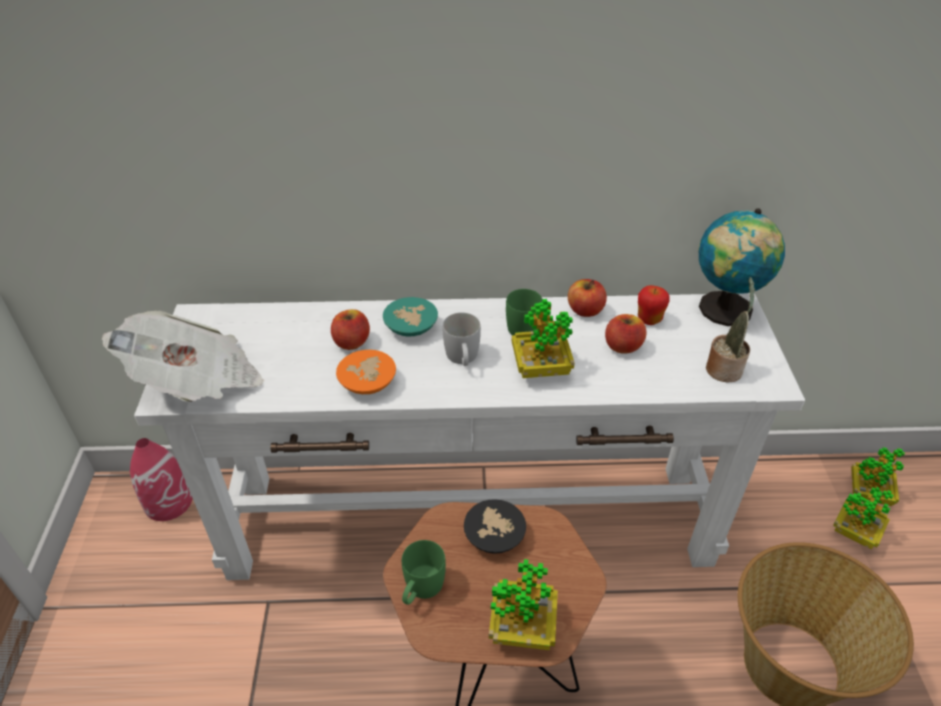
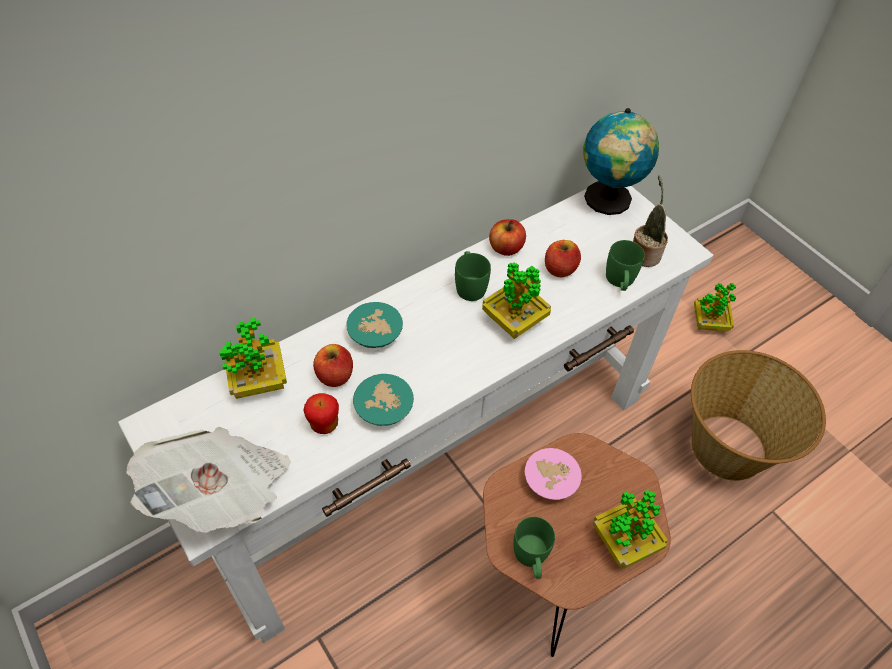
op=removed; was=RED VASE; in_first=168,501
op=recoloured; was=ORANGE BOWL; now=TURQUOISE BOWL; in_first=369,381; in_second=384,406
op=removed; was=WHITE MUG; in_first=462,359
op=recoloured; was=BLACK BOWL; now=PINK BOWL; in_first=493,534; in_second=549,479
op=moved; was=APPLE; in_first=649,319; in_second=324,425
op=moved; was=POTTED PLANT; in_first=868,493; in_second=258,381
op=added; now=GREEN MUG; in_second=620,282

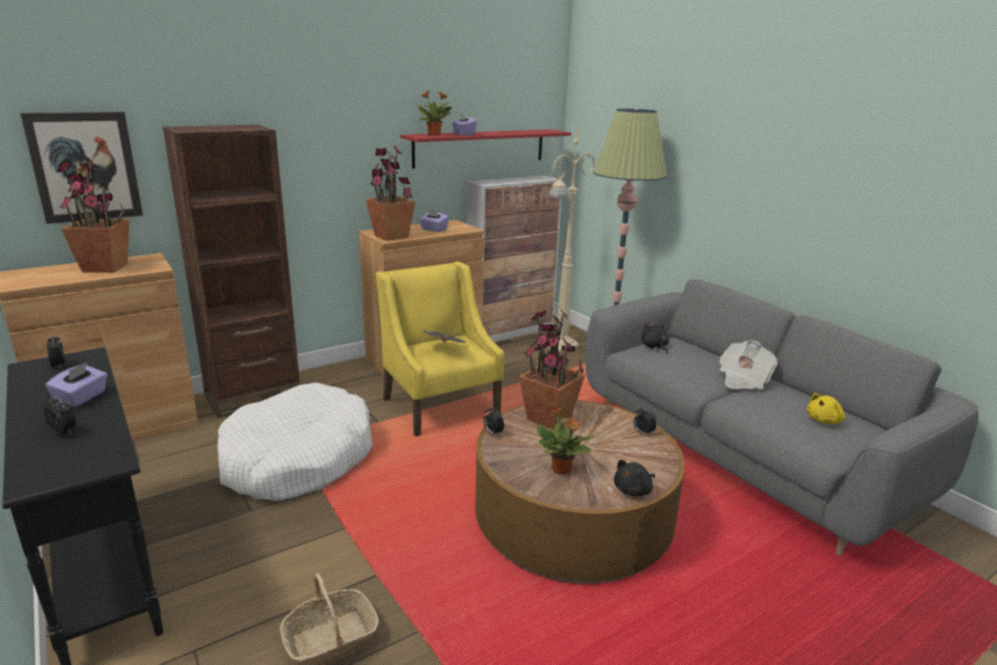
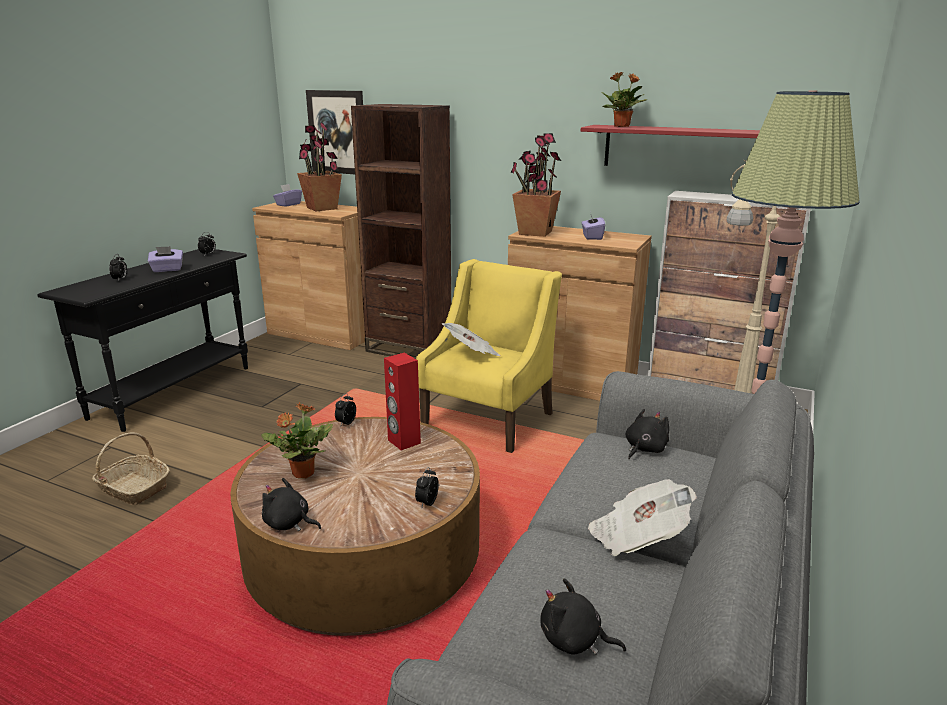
op=removed; was=WHITE DOG BED; in_first=298,459
op=moved; was=PURPLE TISSUE BOX; in_first=463,134; in_second=288,204
op=replaced; was=POTTED PLANT; now=RED SPEAKER; in_first=549,418; in_second=403,442
op=recoloured; was=YELLOW PLUSH TOY; now=BLACK PLUSH TOY; in_first=824,421; in_second=574,640

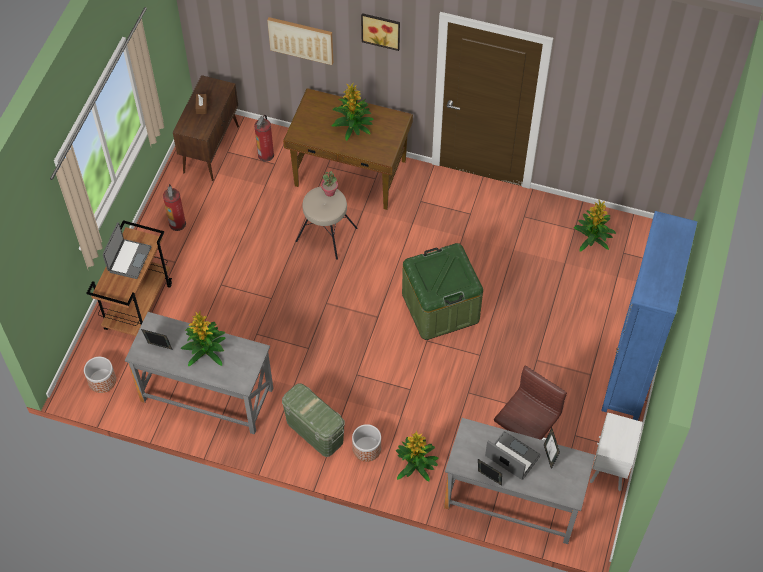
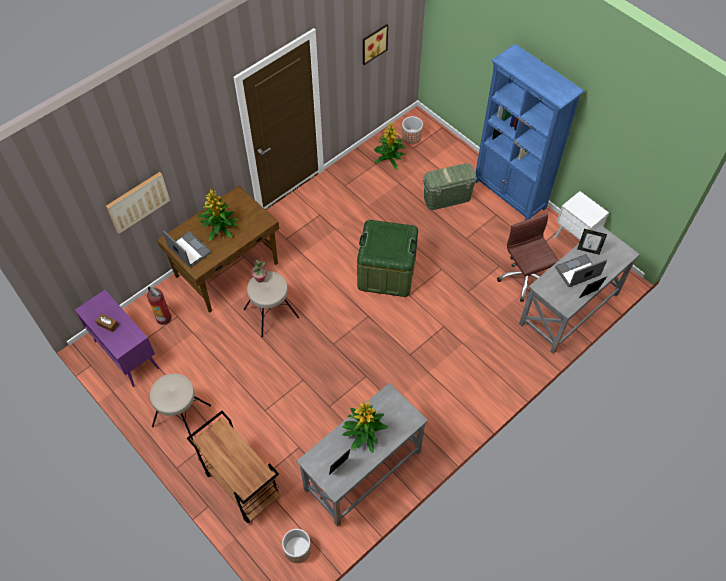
op=moved; was=LAPTOP; in_first=129,259; in_second=189,250
op=replaced; was=FIRE EXTINGUISHER; now=BEIGE STOOL; in_first=177,224; in_second=181,415
op=recoloured; was=BROWN CABINET; now=PURPLE CABINET; in_first=211,149; in_second=126,354
op=moved; was=GREEN STORAGE BOX; in_first=314,431; in_second=447,198
op=moved; was=PLANTER; in_first=367,449; in_second=411,137
op=moved; was=PICTURE; in_first=381,30; in_second=373,43
op=removed; was=POTTED PLANT; in_first=415,464

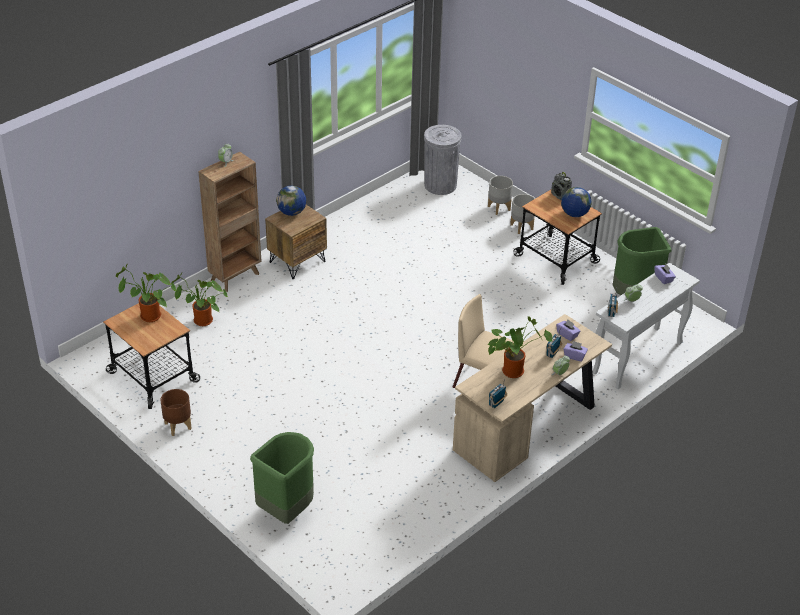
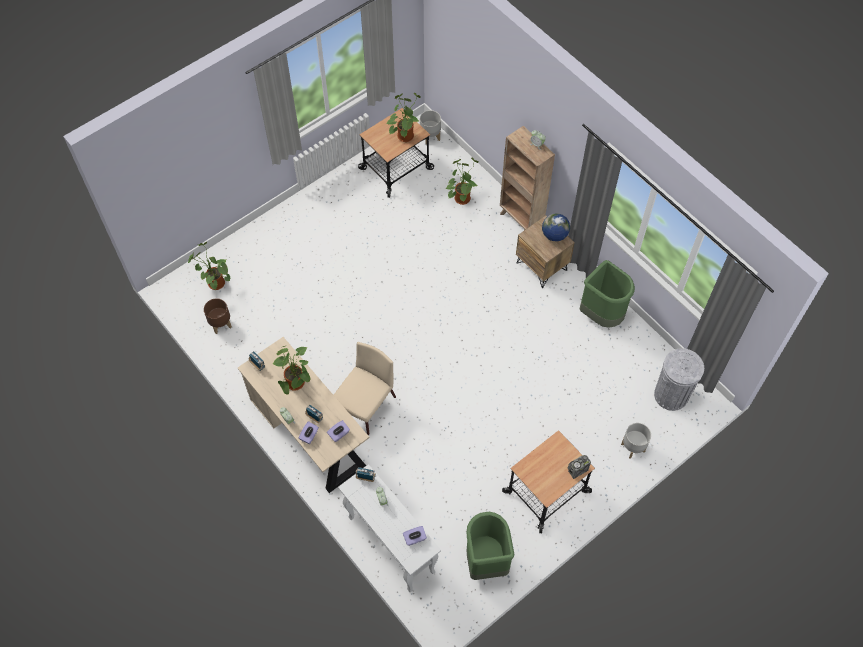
op=moved; was=BROWN PLANTER; in_first=177,426; in_second=220,324
op=moved; was=GREEN TRASH CAN; in_first=286,510; in_second=601,315
op=moved; was=GREY PLANTER; in_first=522,227; in_second=430,137
op=removed; was=GLOBE; in_first=574,214
op=added; now=POTTED PLANT; in_second=214,283

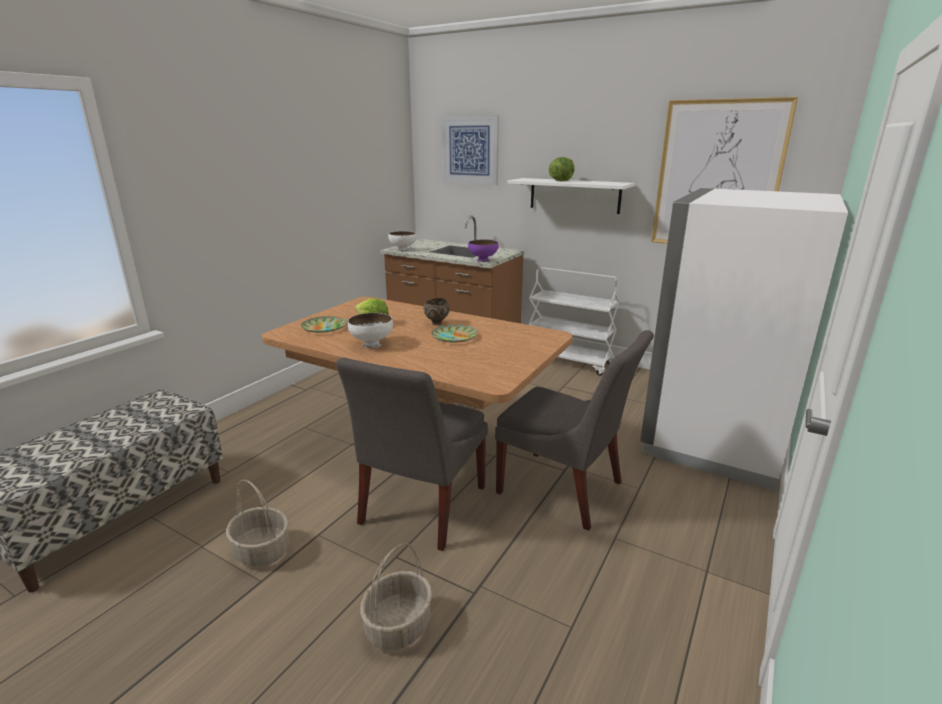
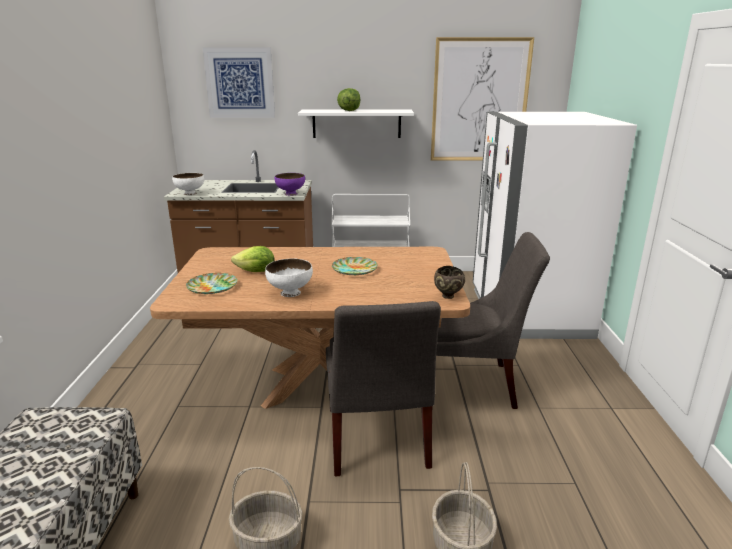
op=moved; was=BROWN BOWL; in_first=436,324; in_second=448,296

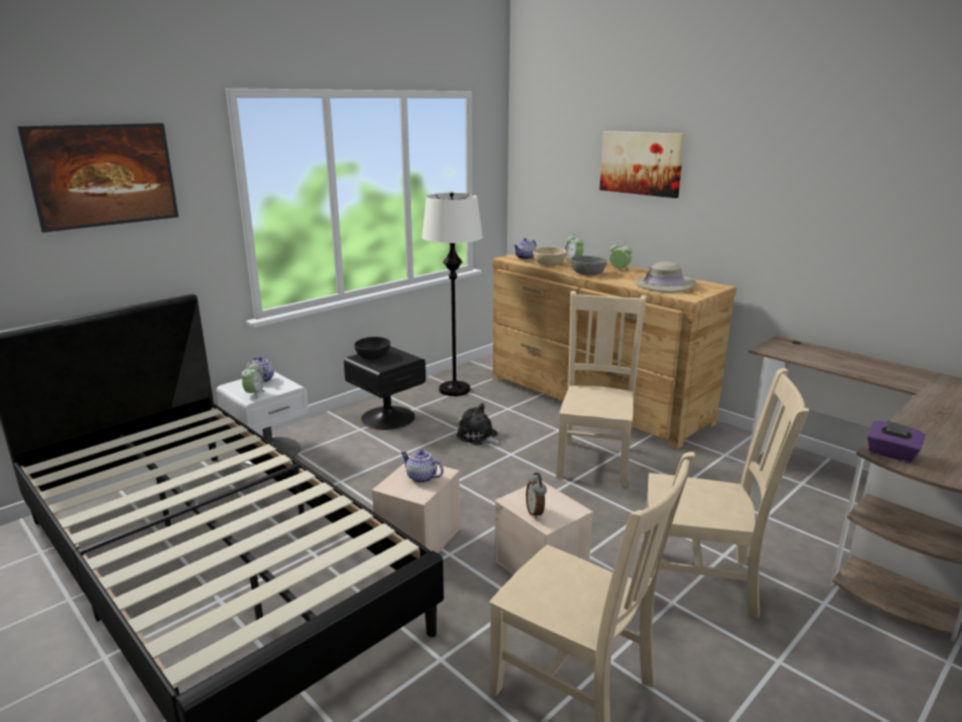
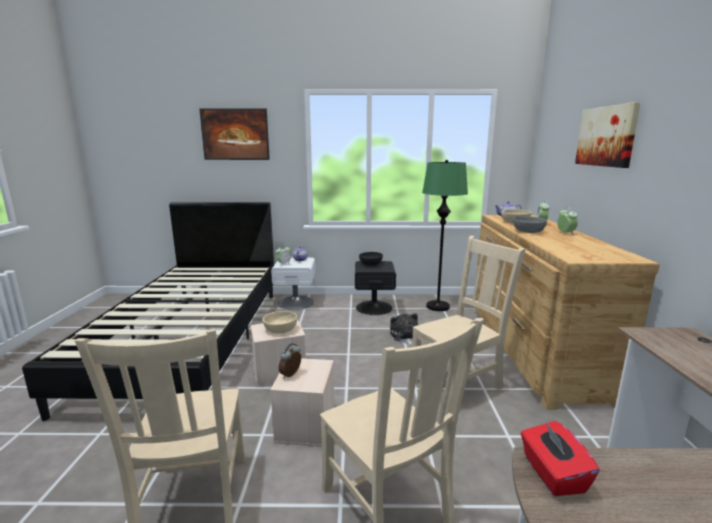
op=replaced; was=TEAPOT; now=BEIGE BOWL; in_first=421,478; in_second=280,329
op=recoloured; was=WHITE FLOOR LAMP; now=GREEN FLOOR LAMP; in_first=455,389; in_second=438,306
op=removed; was=BEIGE HAT; in_first=665,285
op=recoloured; was=PURPLE TISSUE BOX; now=RED TISSUE BOX; in_first=891,454; in_second=552,474

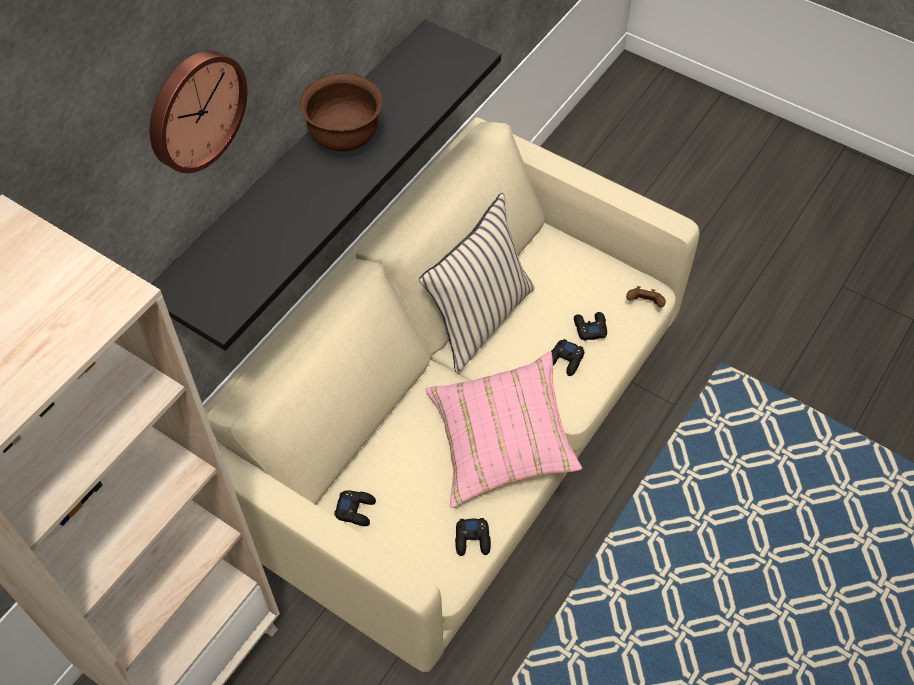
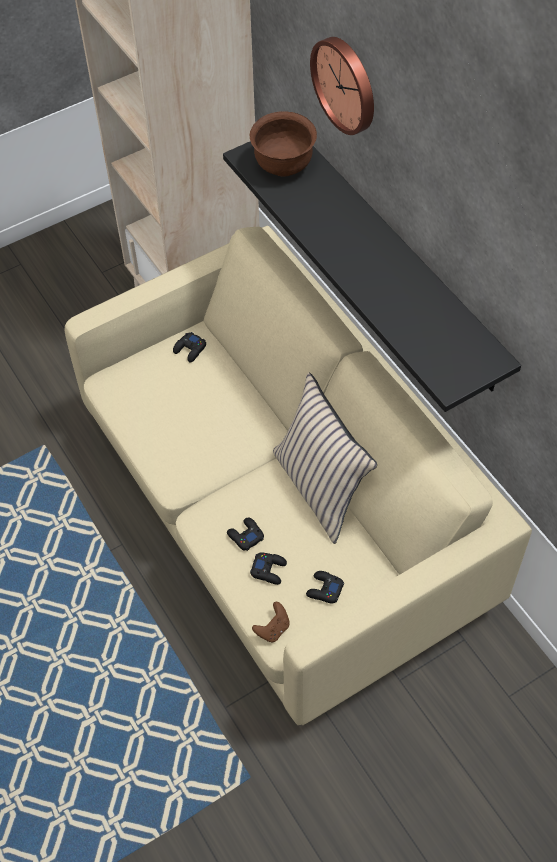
op=moved; was=BROWN BOWL; in_first=345,138; in_second=283,166
op=removed; was=PINK PILLOW; in_first=501,441
op=moved; was=BLACK GAME CONTROLLER; in_first=473,539; in_second=324,589

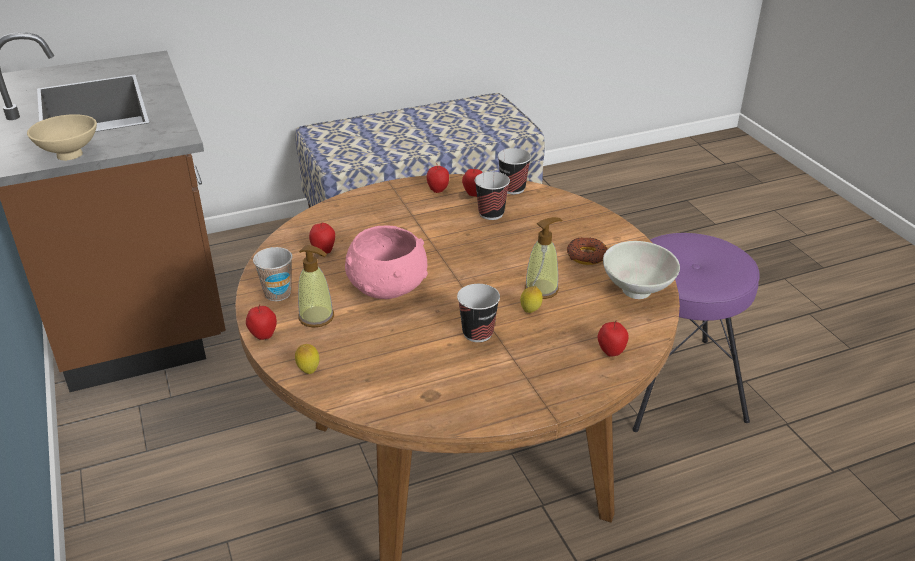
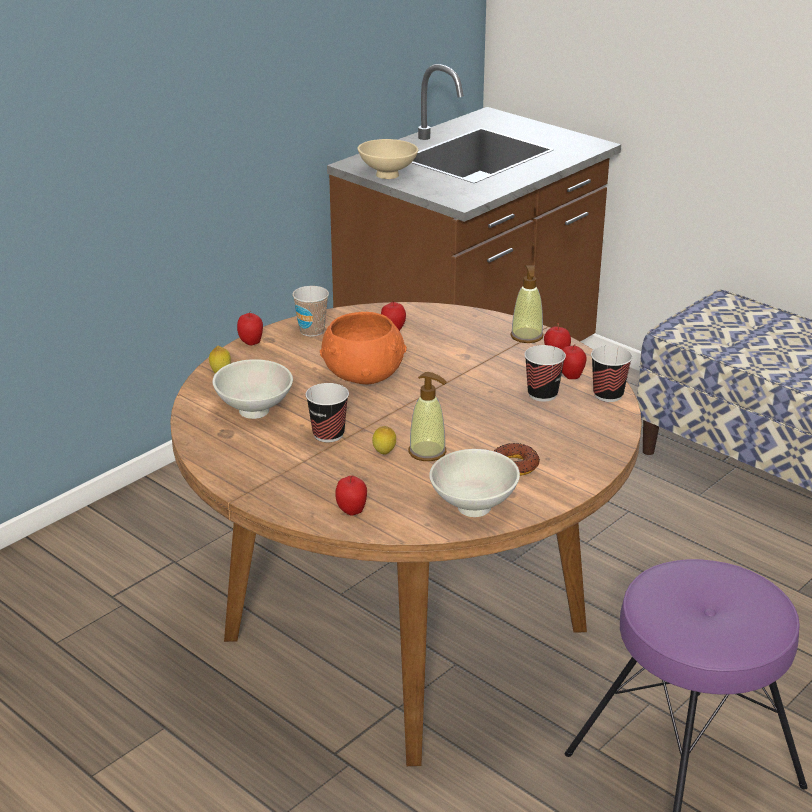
op=moved; was=SOAP DISPENSER; in_first=316,317; in_second=526,336
op=recoloured; was=PINK BOWL; now=ORANGE BOWL; in_first=386,286; in_second=363,374
op=added; now=WHITE BOWL; in_second=256,411

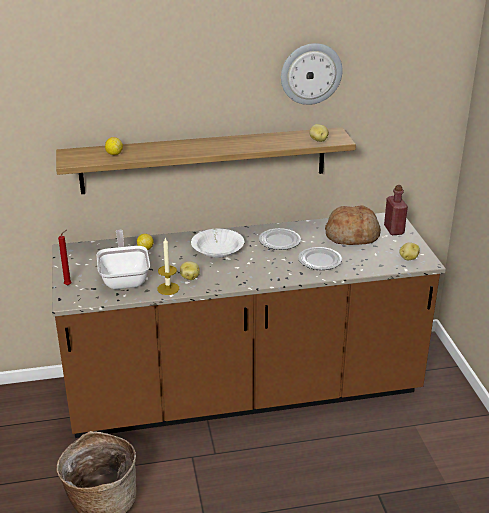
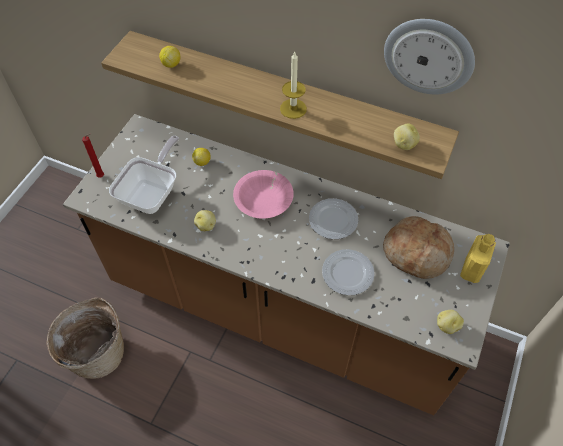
op=moved; was=CANDLE; in_first=168,288; in_second=293,108
op=recoloured; was=WHITE BOWL; now=PINK BOWL; in_first=218,250; in_second=263,200
op=recoloured; was=RED BOTTLE; now=YELLOW BOTTLE; in_first=394,230; in_second=471,270

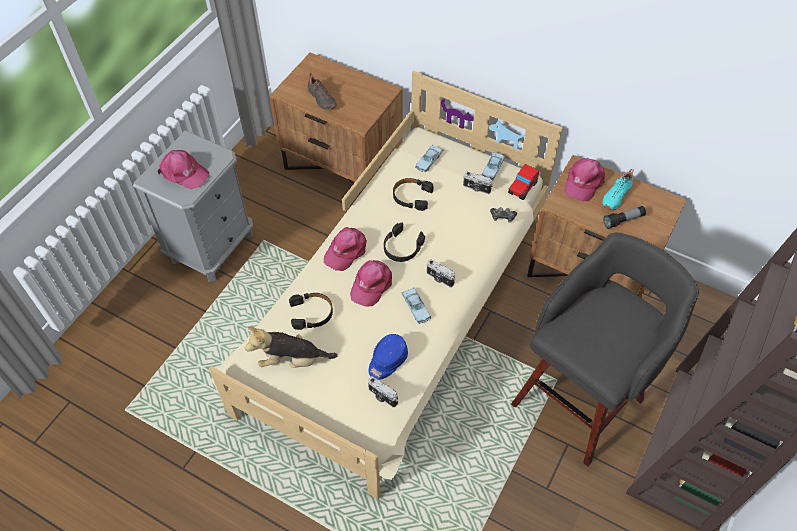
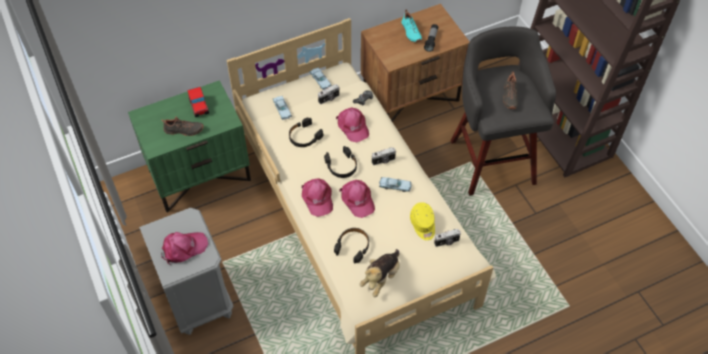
op=recoloured; was=BROWN NIGHTSTAND; now=GREEN NIGHTSTAND; in_first=343,166; in_second=200,174
op=recoloured; was=BLUE CAP; now=YELLOW CAP; in_first=387,361; in_second=423,225
op=moved; was=TOY CAR; in_first=522,188; in_second=199,107
op=moved; was=PINK CAP; in_first=583,182; in_second=352,126
op=added; now=BLACK SHOE; in_second=509,96

